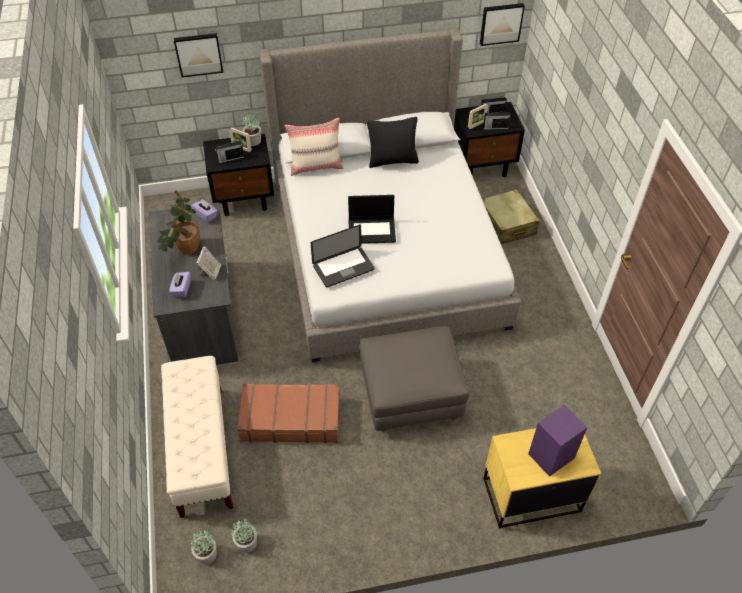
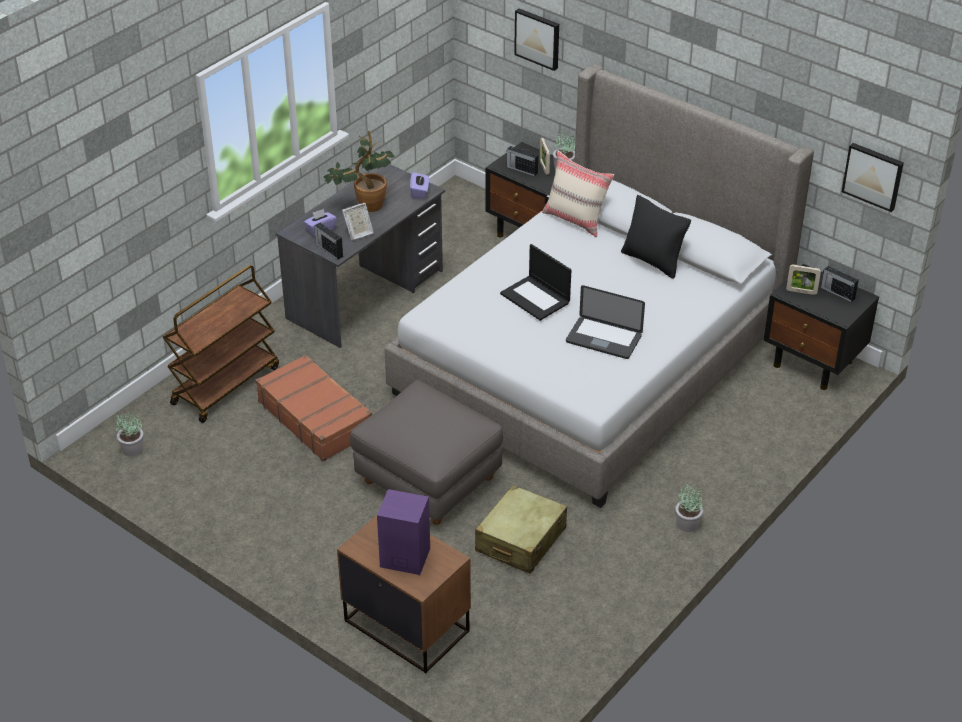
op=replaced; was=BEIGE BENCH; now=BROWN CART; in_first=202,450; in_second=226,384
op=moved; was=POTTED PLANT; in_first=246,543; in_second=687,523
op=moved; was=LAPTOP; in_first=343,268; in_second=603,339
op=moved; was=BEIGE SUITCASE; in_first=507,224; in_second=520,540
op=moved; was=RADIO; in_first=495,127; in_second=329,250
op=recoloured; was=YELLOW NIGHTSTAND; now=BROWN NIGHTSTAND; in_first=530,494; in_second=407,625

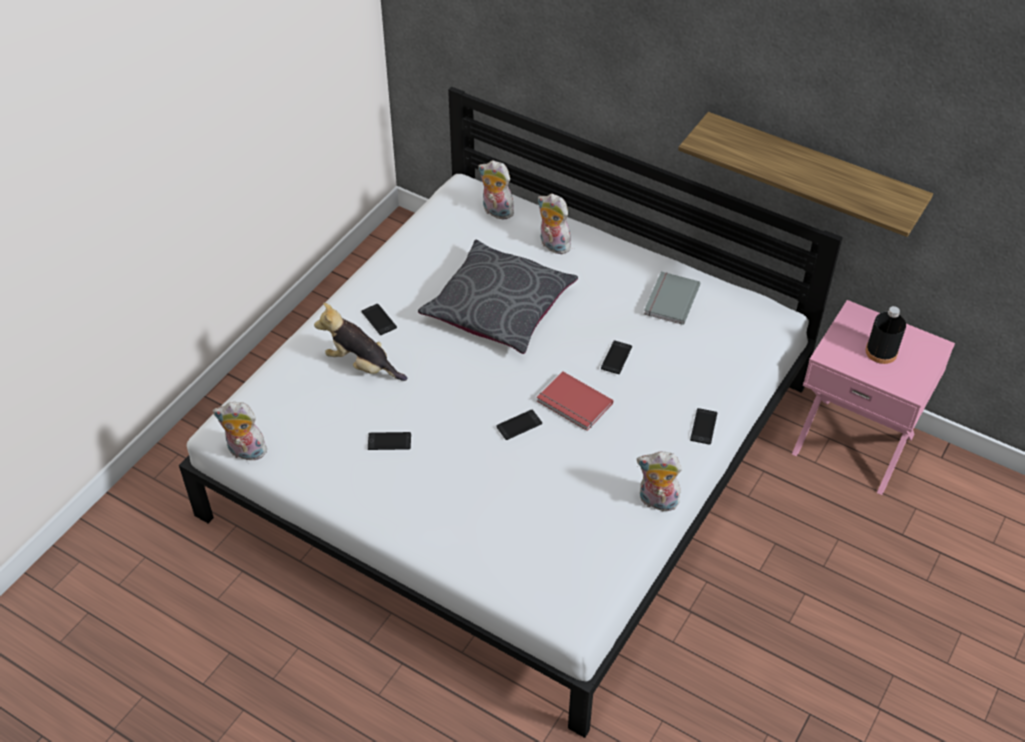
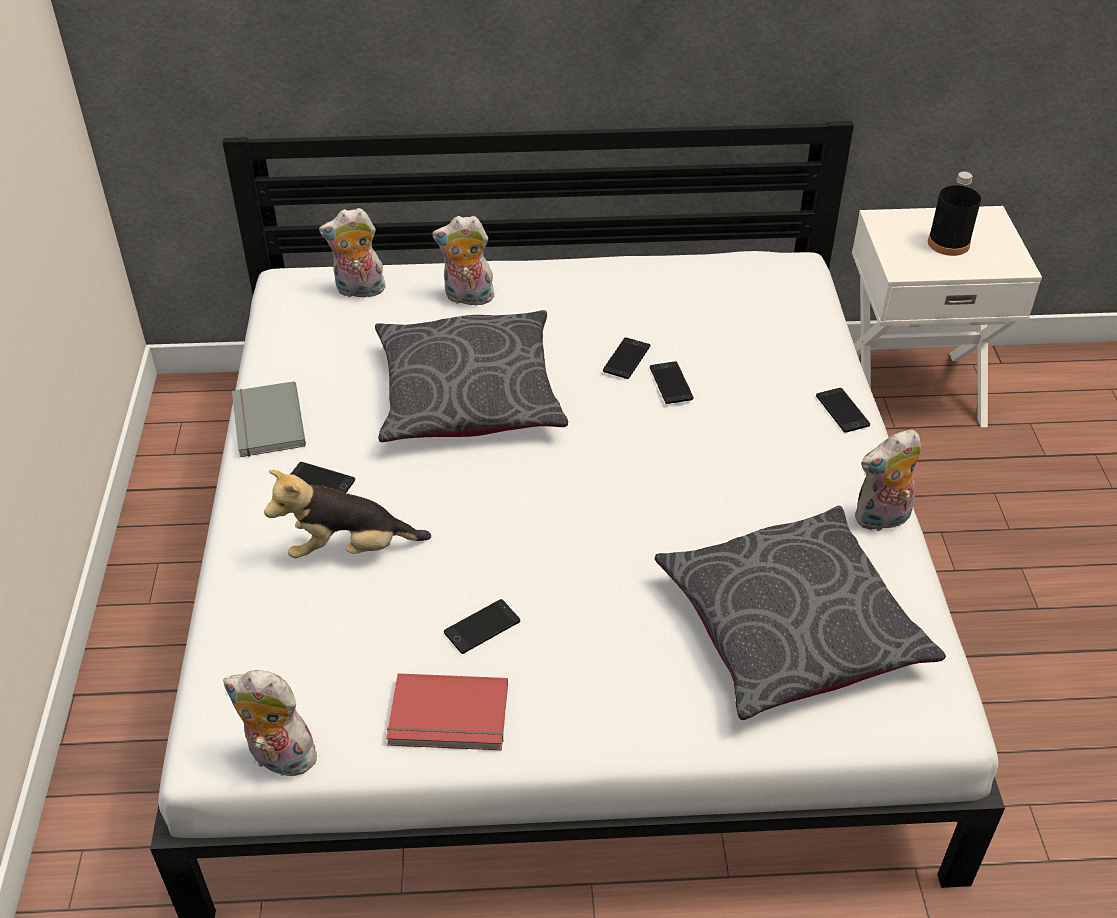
op=turned; was=PLUSH TOY; in_first=245,452; in_second=278,758; clockwise=45
op=moved; was=PHONE; in_first=519,425; in_second=626,359
op=moved; was=RED BOOK; in_first=573,404; in_second=449,718
op=moved; was=GREY BOOK; in_first=669,299; in_second=265,423
op=removed; was=SHELF; in_first=812,174
op=recoloured; was=PINK NIGHTSTAND; now=WHITE NIGHTSTAND; in_first=854,443; in_second=911,389
op=added; now=GREY PILLOW; in_second=790,626

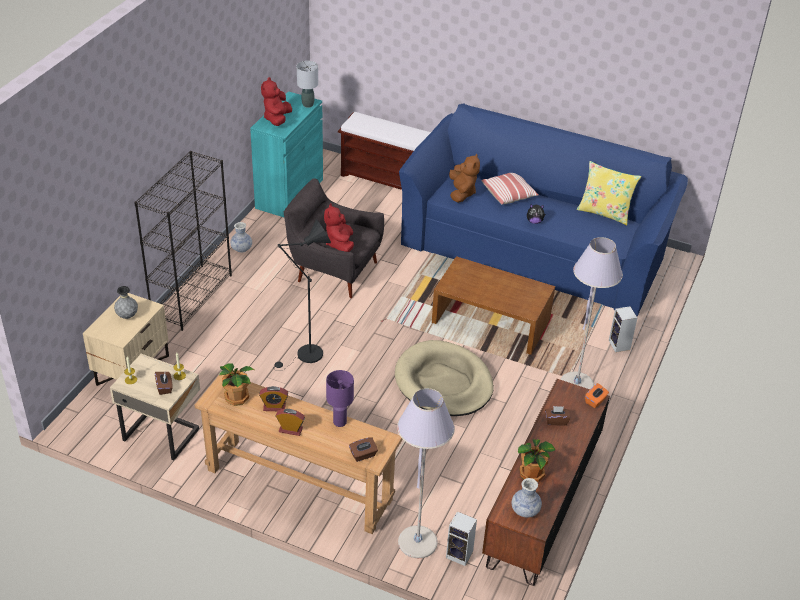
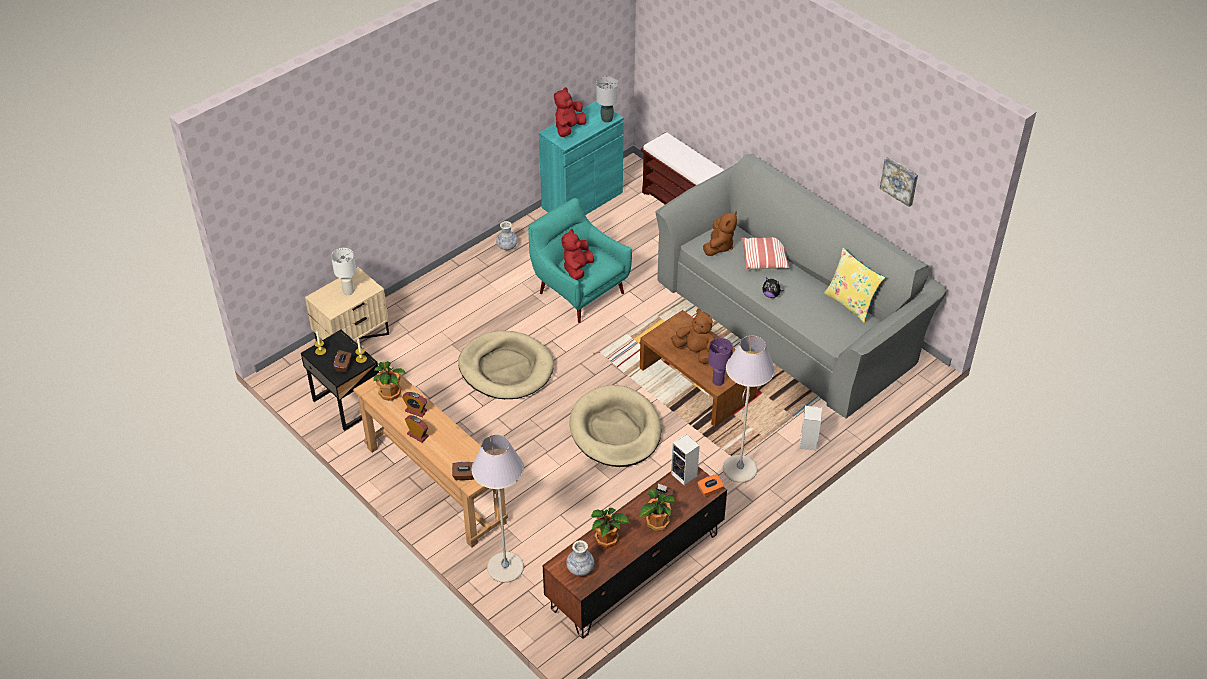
op=recoloured; was=BEIGE NIGHTSTAND; now=BLACK NIGHTSTAND; in_first=162,433; in_second=347,404
op=replaced; was=GREY VASE; now=WHITE TABLE LAMP; in_first=127,316; in_second=348,291
op=removed; was=BLACK BOOKCASE; in_first=192,296
op=replaced; was=BLACK FLOOR LAMP; now=BEIGE DOG BED; in_first=305,356; in_second=506,368
op=recoloured; was=GREY ARMCHAIR; now=TURQUOISE ARMCHAIR; in_first=333,271; in_second=578,291
op=moved; was=PURPLE TABLE LAMP; in_first=339,421; in_second=718,381
op=recoloured; was=BLUE SOFA; now=GREY SOFA; in_first=535,246; in_second=790,317
op=moved; was=SPEAKER; in_first=460,555; in_second=685,475
op=added; now=POTTED PLANT; in_second=656,522
op=added; now=BROWN PLUSH TOY; in_second=696,352
op=added; now=PICTURE; in_second=900,180

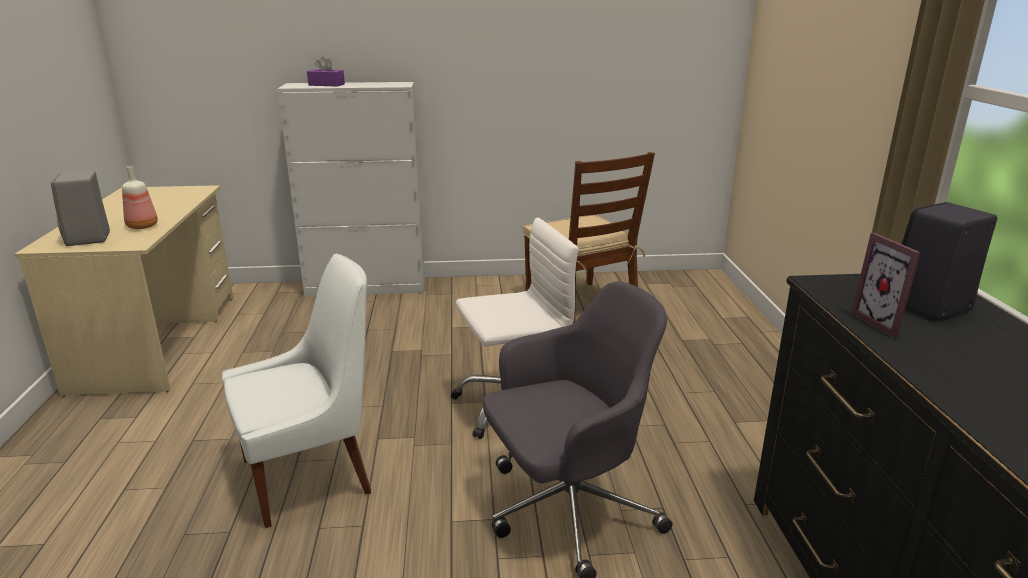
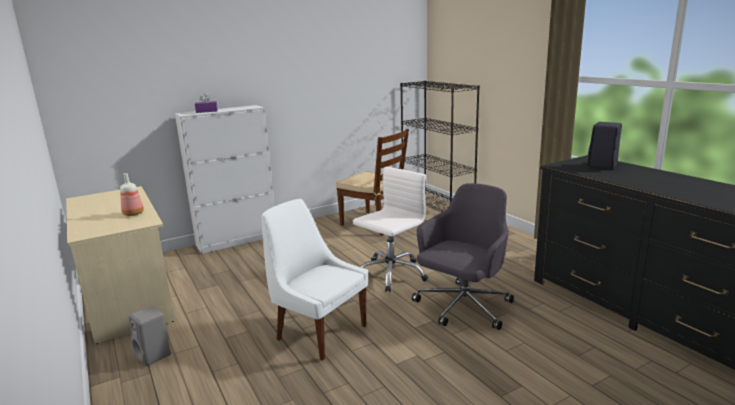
op=moved; was=GREY SPEAKER; in_first=88,239; in_second=154,355
op=turned; was=WHITE CHAIR; in_first=312,475; in_second=319,331; clockwise=-90
op=removed; was=PICTURE FRAME; in_first=885,323
op=added; now=BLACK BOOKCASE; in_second=437,206

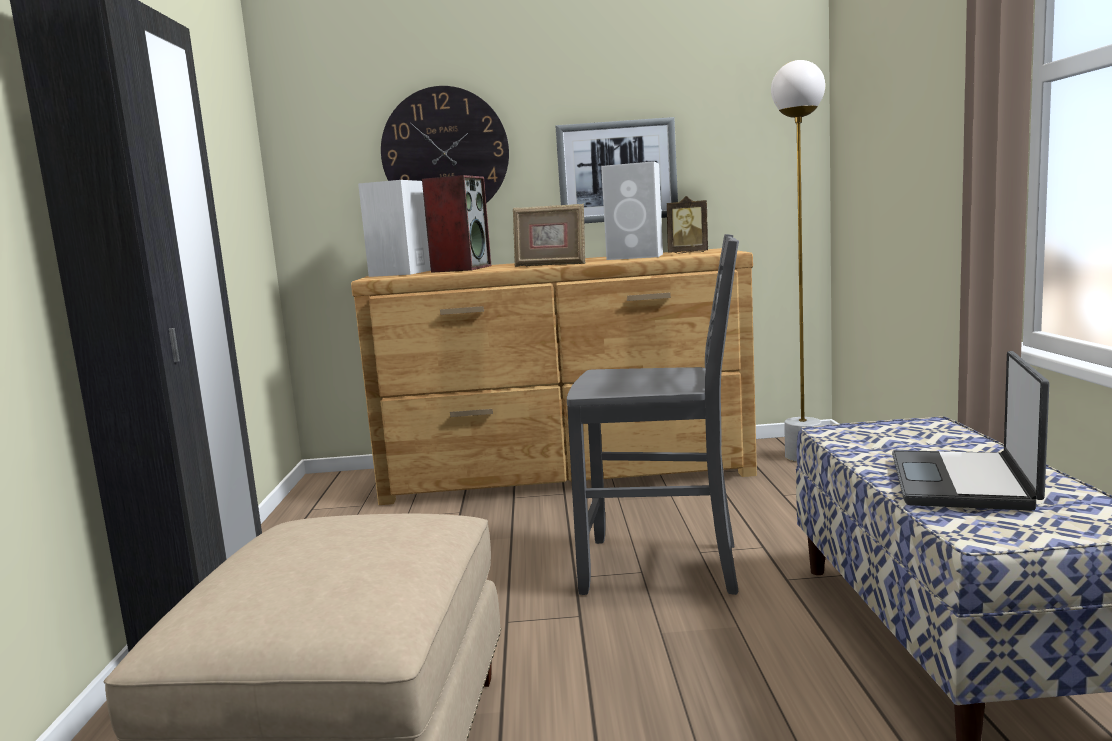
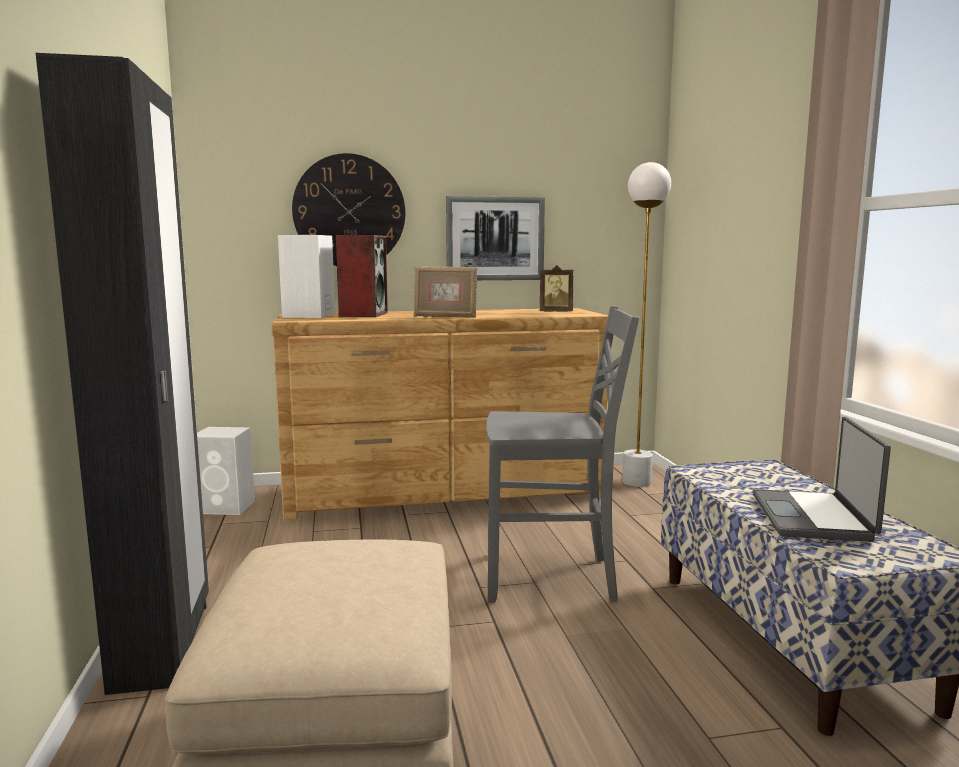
op=moved; was=WHITE SPEAKER; in_first=637,257; in_second=227,507

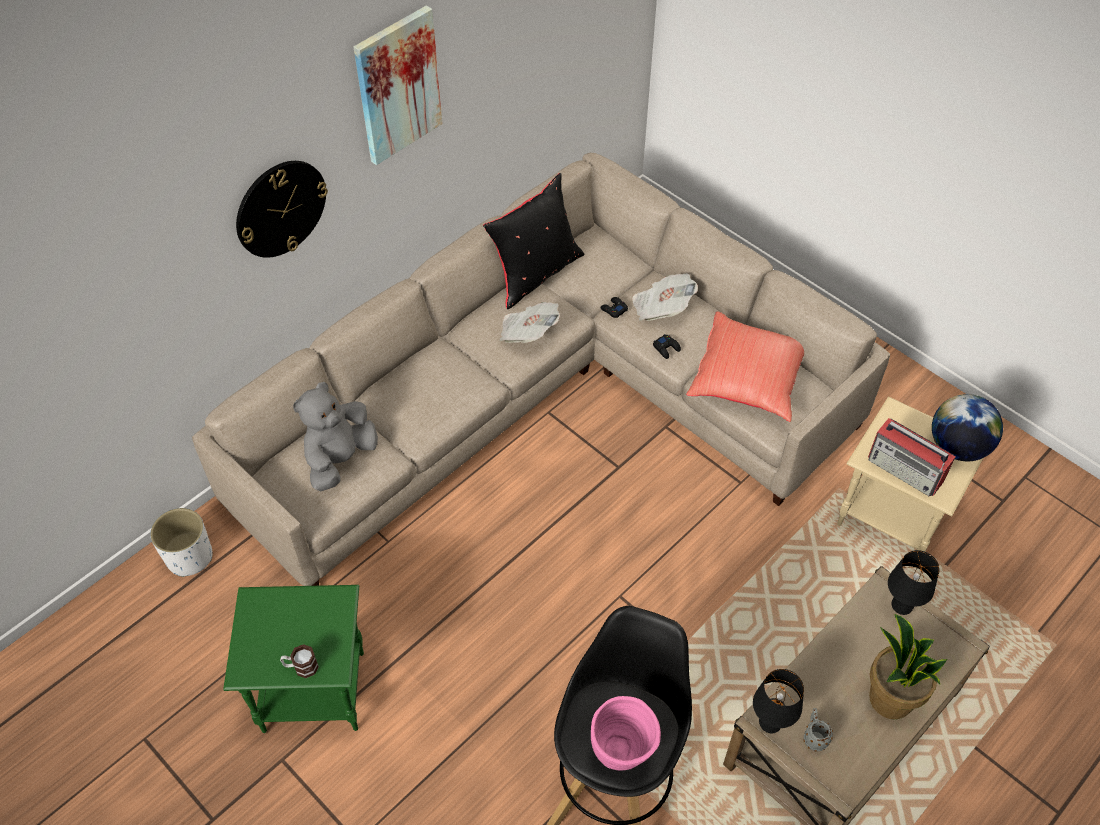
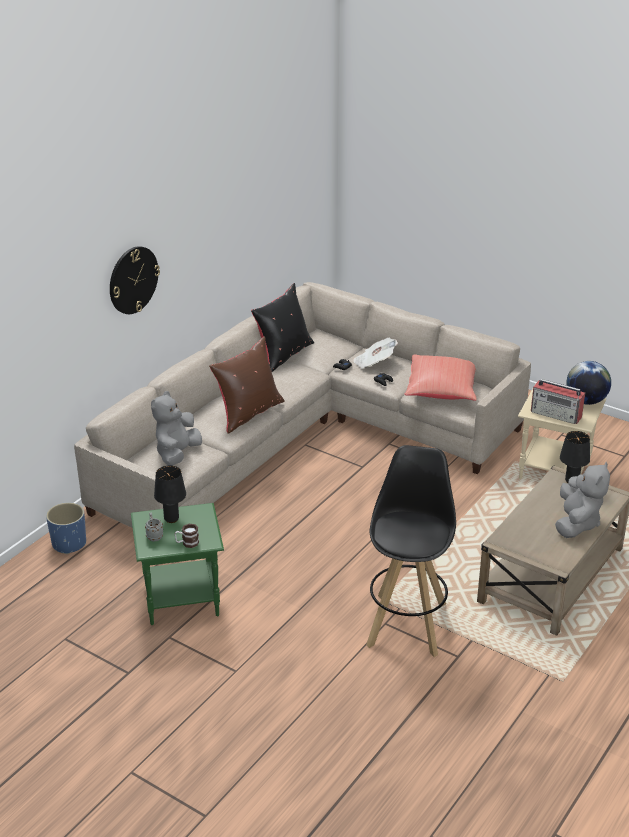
op=recoloured; was=WHITE PLANTER; now=BLUE PLANTER; in_first=189,557; in_second=69,544
op=removed; was=PICTURE; in_first=397,85
op=removed; was=NEWSPAPER; in_first=528,333
op=removed; was=PINK VASE; in_first=622,759
op=moved; was=BLACK TABLE LAMP; in_first=769,722; in_second=171,518
op=moved; was=GREY MUG; in_first=814,736; in_second=154,535
op=replaced; was=POTTED PLANT; now=GREY PLUSH TOY; in_first=889,699; in_second=577,523
op=added; now=BROWN PILLOW; in_second=248,413

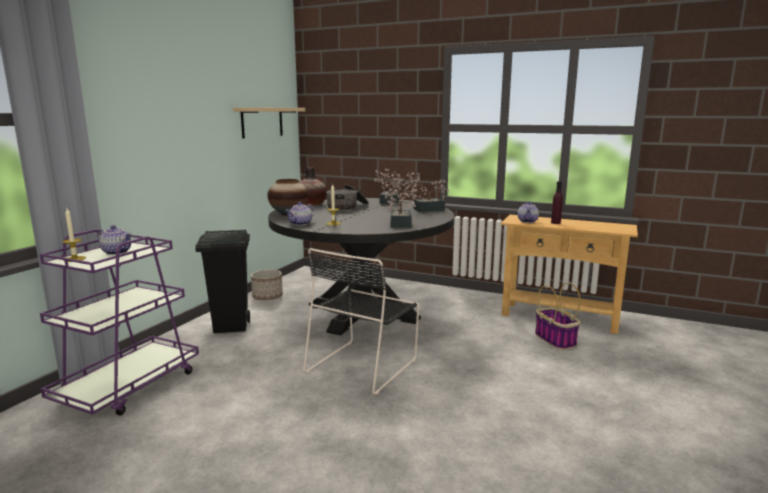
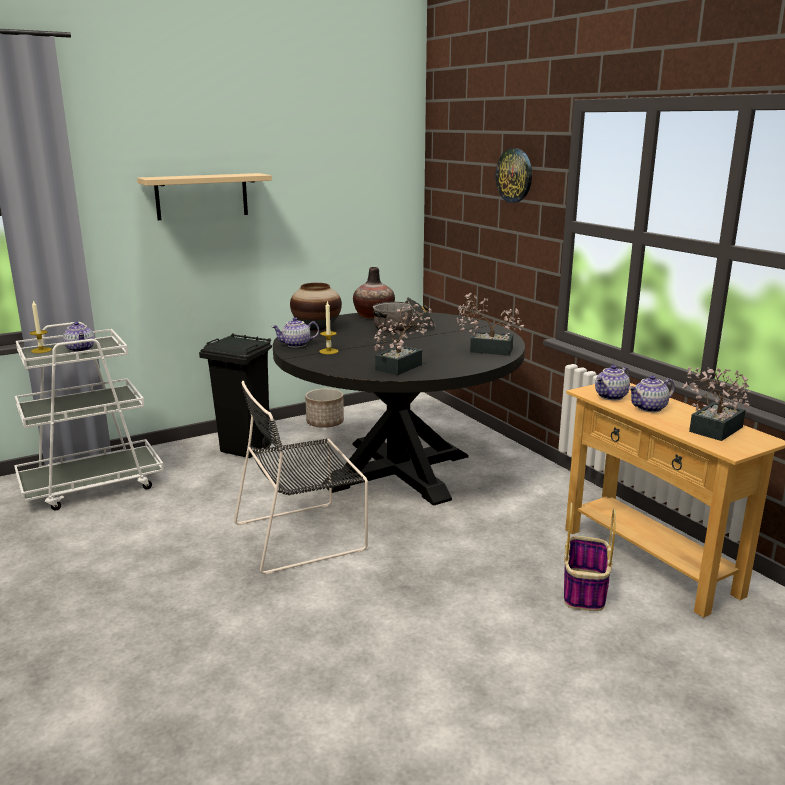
op=recoloured; was=PURPLE CART; now=WHITE CART; in_first=129,386; in_second=92,485
op=moved; was=BEIGE SHELF; in_first=262,122; in_second=202,196
op=moved; was=POTTED PLANT; in_first=388,202; in_second=712,431
op=replaced; was=PURPLE BOTTLE; now=TEAPOT; in_first=555,223; in_second=649,408
op=added; now=WALL CLOCK; in_second=514,175

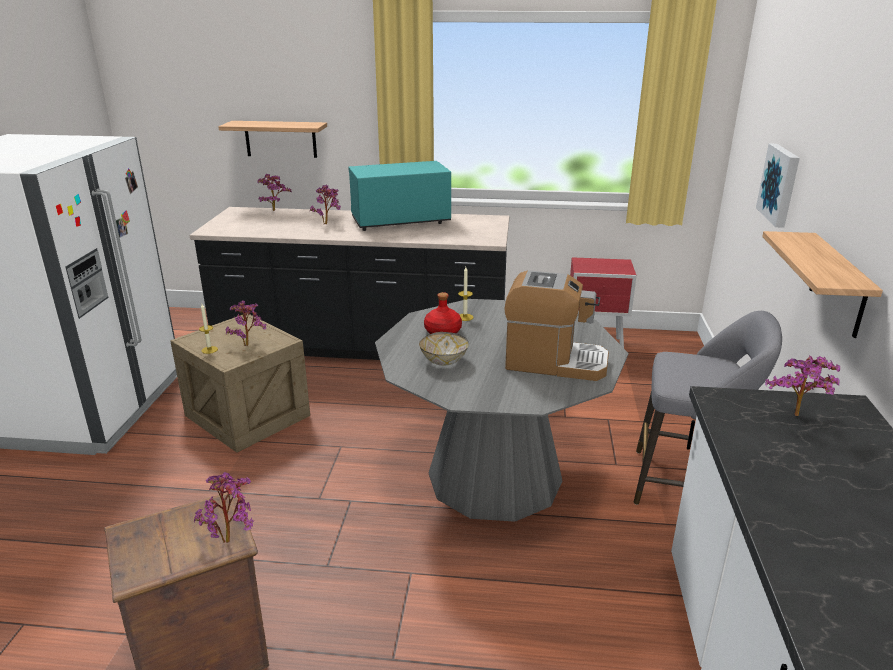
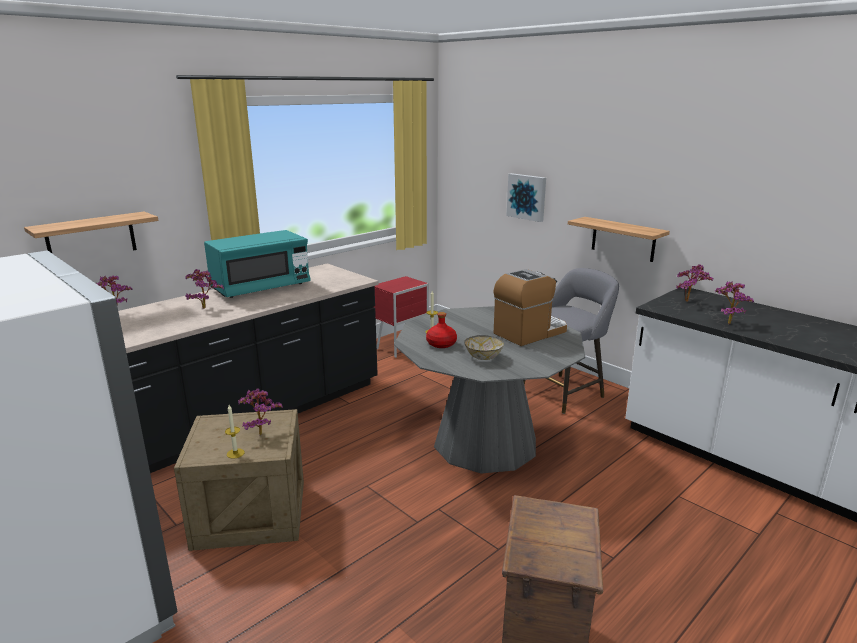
op=moved; was=POTTED PLANT; in_first=232,539; in_second=727,322
op=turned; was=TURQUOISE MICROWAVE; in_first=400,221; in_second=261,288; clockwise=-150

